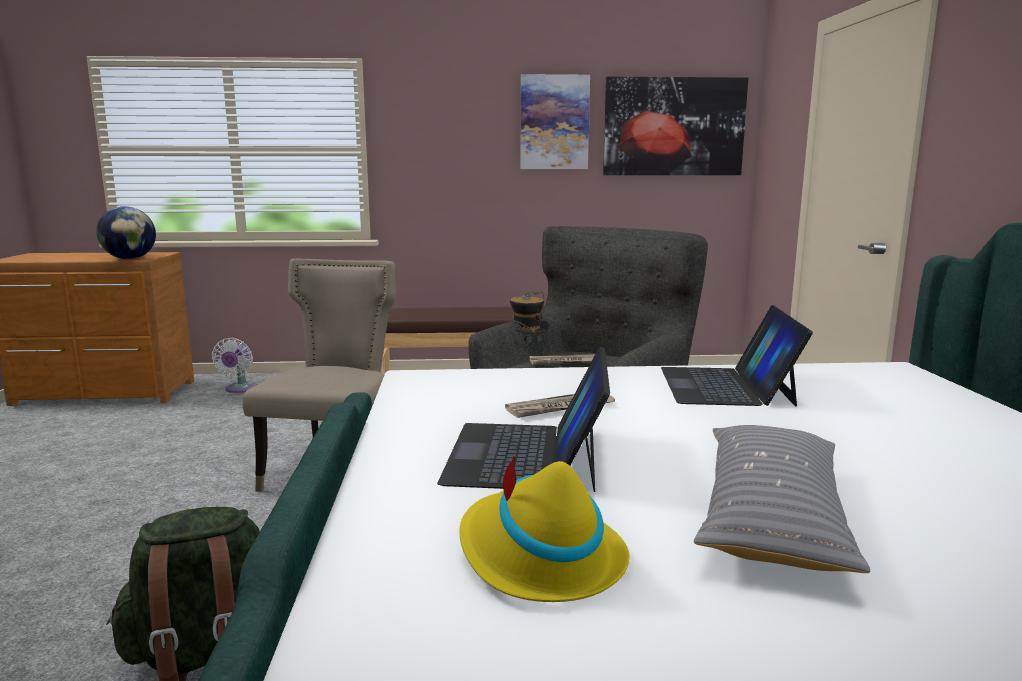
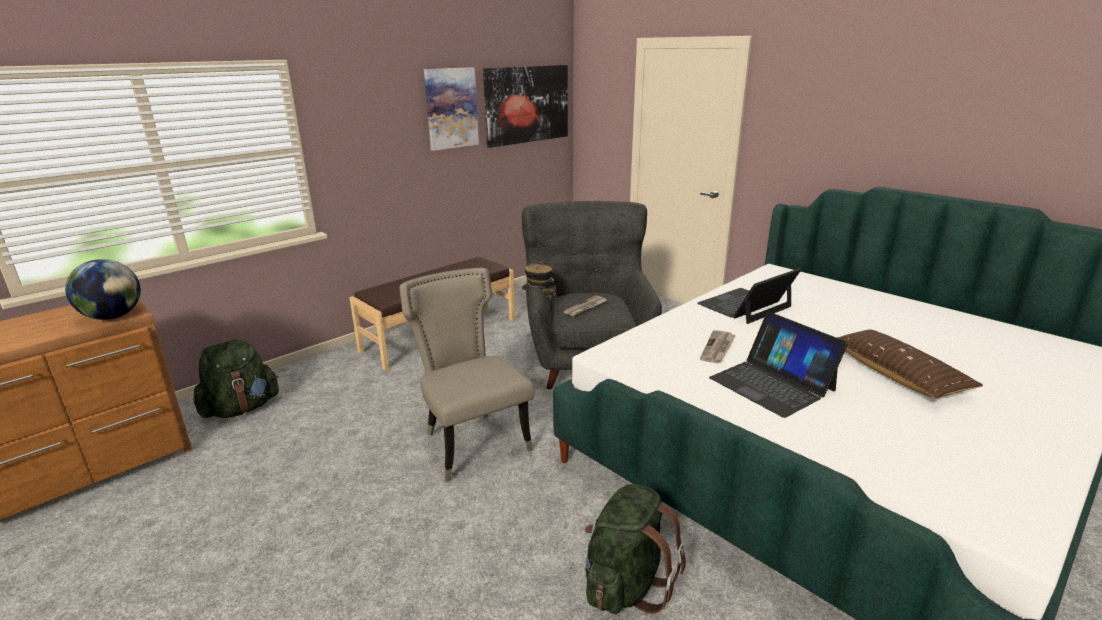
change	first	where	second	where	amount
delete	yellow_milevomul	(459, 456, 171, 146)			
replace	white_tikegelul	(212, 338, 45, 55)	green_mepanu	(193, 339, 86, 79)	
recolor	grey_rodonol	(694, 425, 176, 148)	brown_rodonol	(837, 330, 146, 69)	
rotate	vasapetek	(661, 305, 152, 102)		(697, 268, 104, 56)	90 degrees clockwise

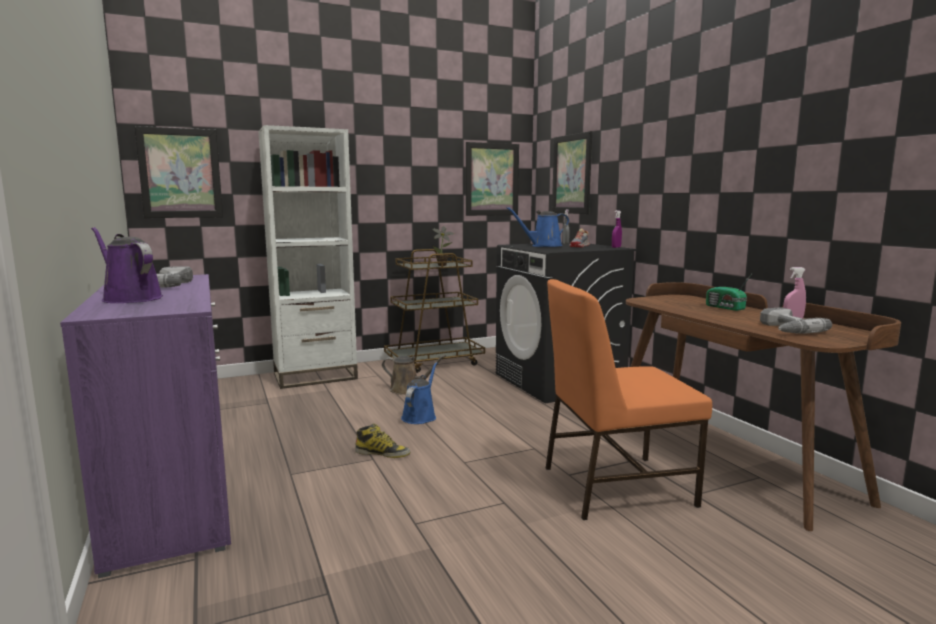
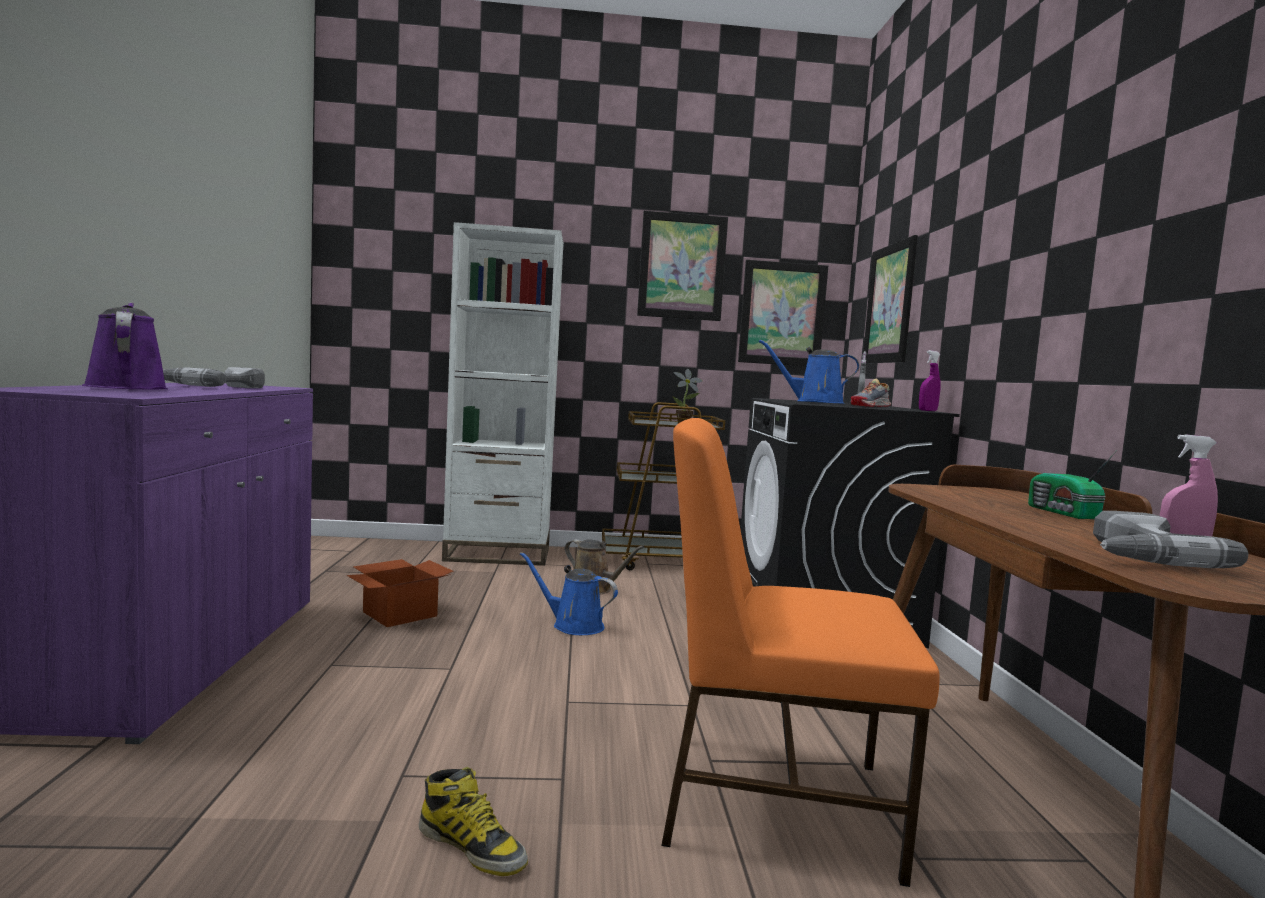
change	first	where	second	where	amount
insert			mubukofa	(346, 559, 107, 68)	
move	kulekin	(135, 126, 88, 92)		(637, 211, 91, 110)	
move	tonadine	(355, 423, 55, 35)		(419, 767, 109, 109)	
rotate	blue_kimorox	(401, 362, 36, 62)		(520, 552, 98, 83)	105 degrees counterclockwise

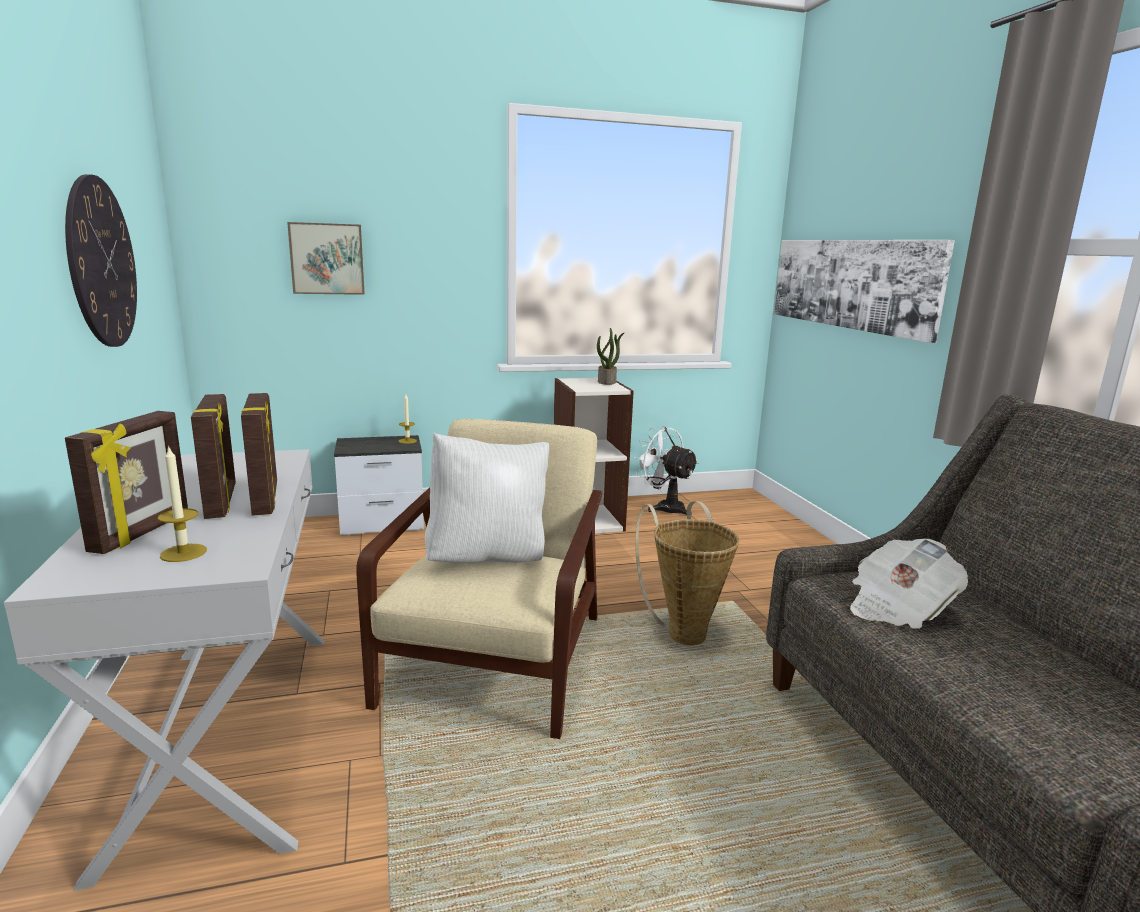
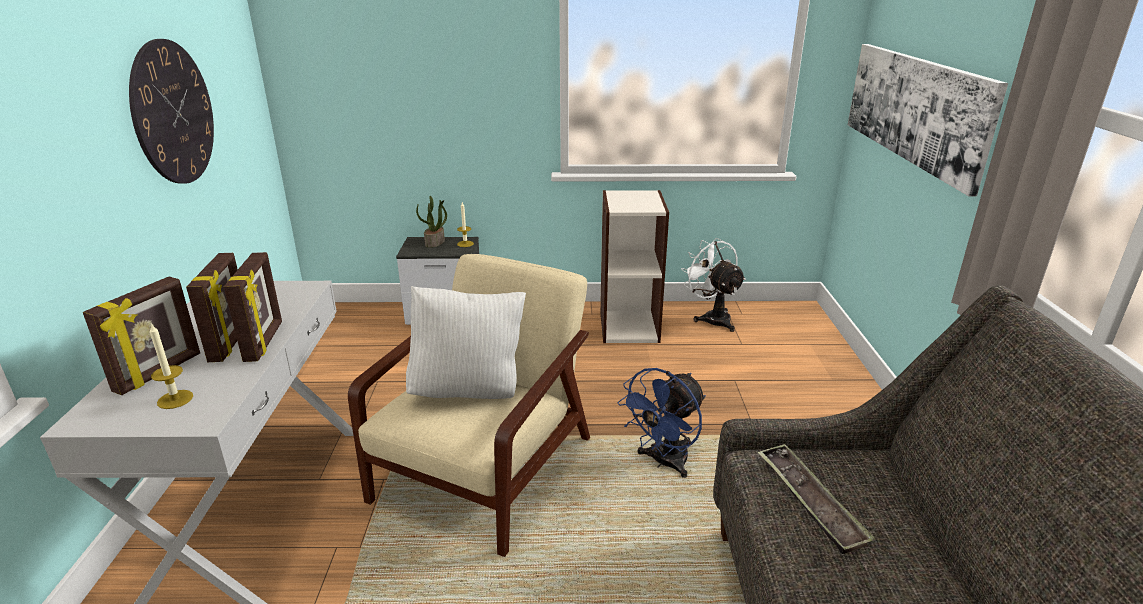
change	first	where	second	where	amount
delete	kulekin	(287, 222, 78, 73)			
move	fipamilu	(597, 328, 27, 57)		(416, 196, 31, 52)	
replace	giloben	(635, 501, 104, 144)	blue_tikegelul	(618, 368, 88, 110)	
replace	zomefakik	(850, 539, 118, 90)	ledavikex	(758, 444, 117, 110)	

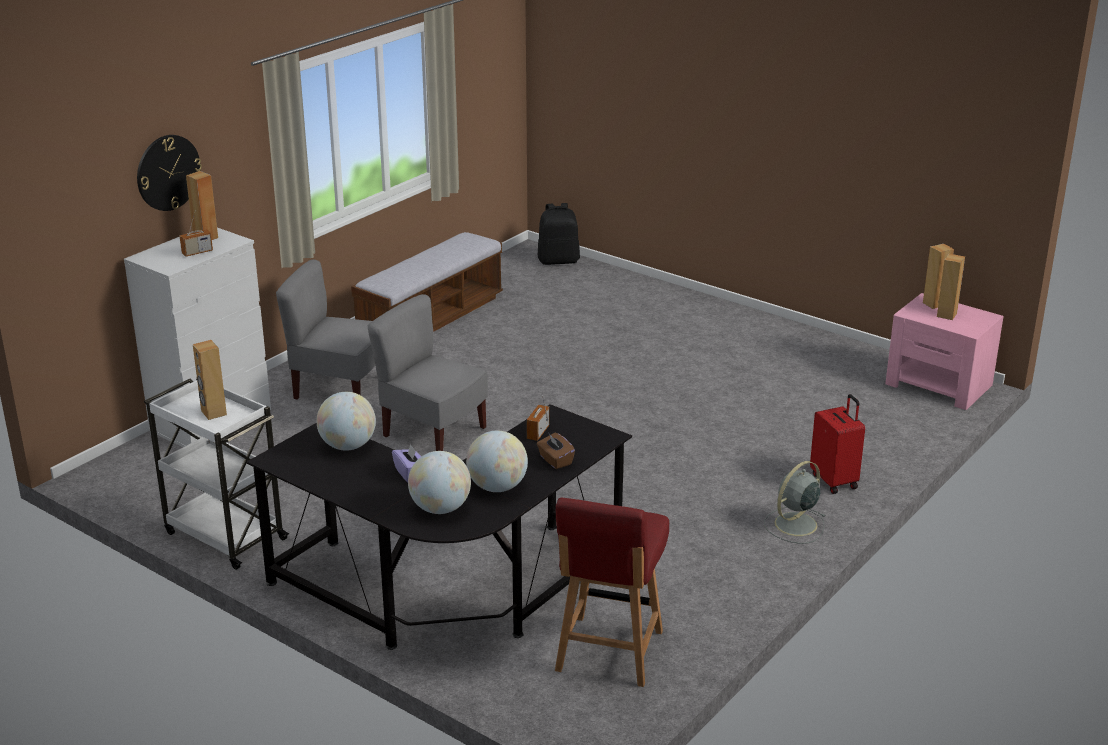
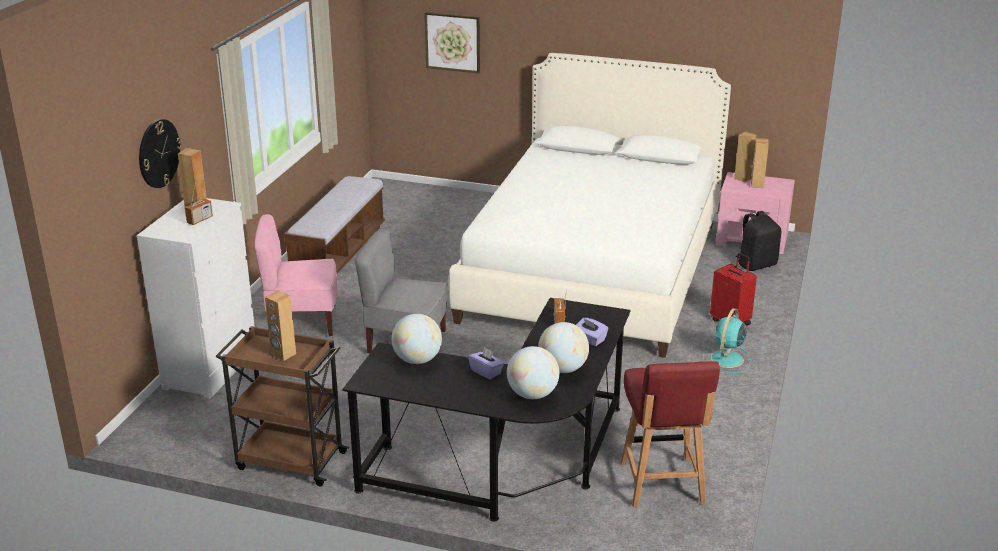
change	first	where	second	where	amount
insert			kulekin	(424, 12, 56, 61)	
insert			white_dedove	(449, 53, 282, 305)	
move	black_mepanu	(538, 203, 42, 62)		(736, 211, 45, 60)	
recolor	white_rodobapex	(144, 378, 145, 192)	brown_rodobapex	(216, 326, 134, 161)	
recolor	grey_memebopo	(276, 260, 99, 140)	pink_memebopo	(254, 214, 83, 123)	
recolor	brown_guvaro	(537, 433, 38, 36)	purple_guvaro	(576, 318, 32, 28)	
recolor	grey_tikegelul	(764, 461, 61, 83)	turquoise_tikegelul	(703, 308, 47, 65)	

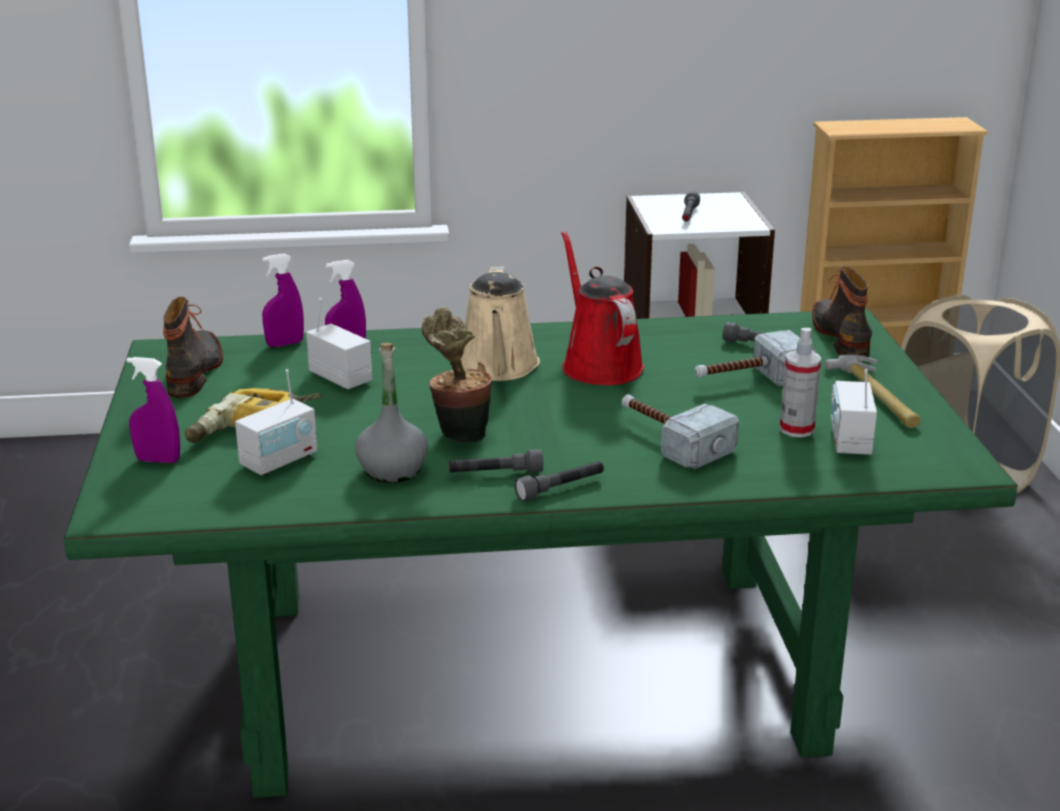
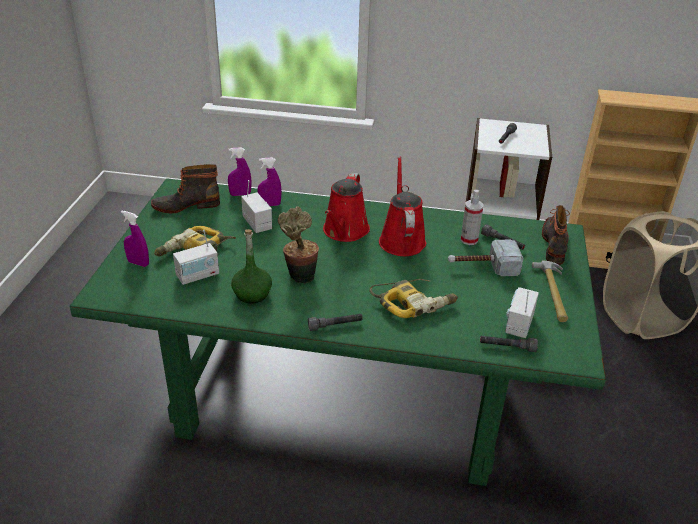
change	first	where	second	where	amount
move	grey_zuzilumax	(449, 449, 94, 24)		(480, 336, 58, 16)	
move	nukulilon	(780, 328, 41, 110)		(461, 190, 22, 55)	
replace	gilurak	(622, 394, 117, 75)	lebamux	(369, 279, 89, 39)	
recolor	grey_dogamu	(355, 343, 73, 140)	green_dogamu	(231, 229, 41, 75)	
recolor	beige_kimorox	(461, 266, 79, 115)	red_kimorox	(323, 173, 47, 69)	
rotate	tonadine	(163, 297, 60, 101)		(151, 164, 69, 49)	120 degrees counterclockwise

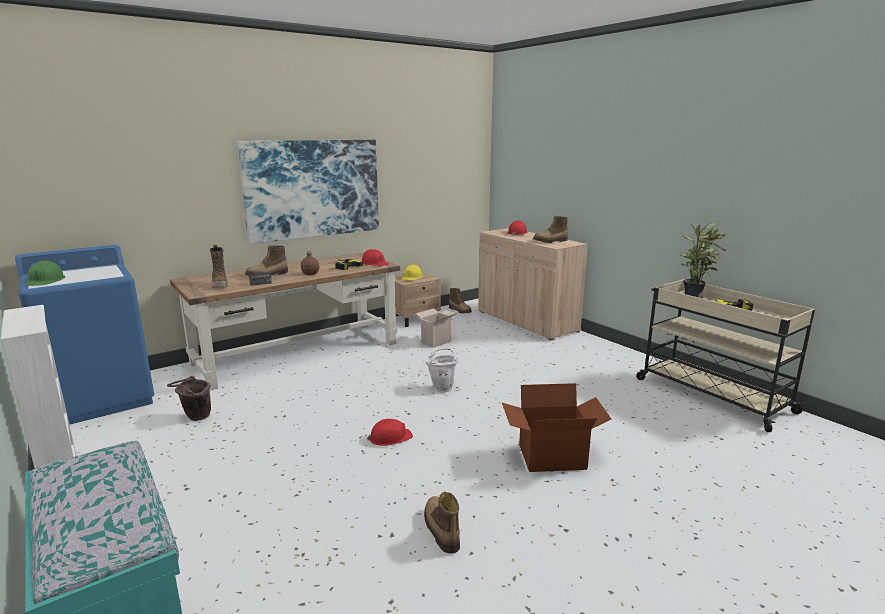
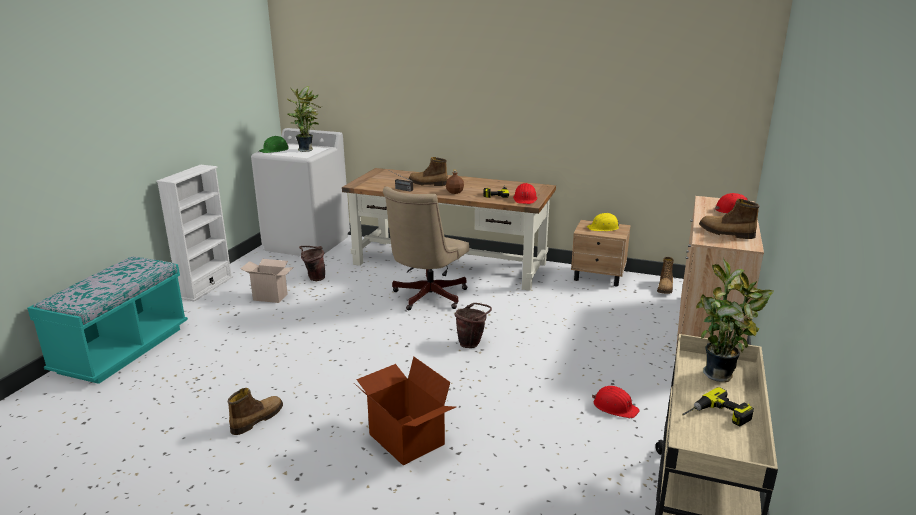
change	first	where	second	where	amount
delete	tonadine	(210, 245, 18, 43)			
delete	kulekin	(237, 140, 142, 104)			
insert			fipamilu	(287, 86, 34, 66)	
insert			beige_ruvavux	(383, 187, 86, 123)	
move	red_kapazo	(367, 419, 46, 27)		(592, 386, 48, 32)	
move	mubukofa	(415, 308, 42, 40)		(240, 259, 54, 44)	
recolor	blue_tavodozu	(15, 245, 139, 180)	white_tavodozu	(251, 128, 99, 128)	
recolor	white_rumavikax	(425, 348, 34, 44)	brown_rumavikax	(455, 303, 37, 45)	

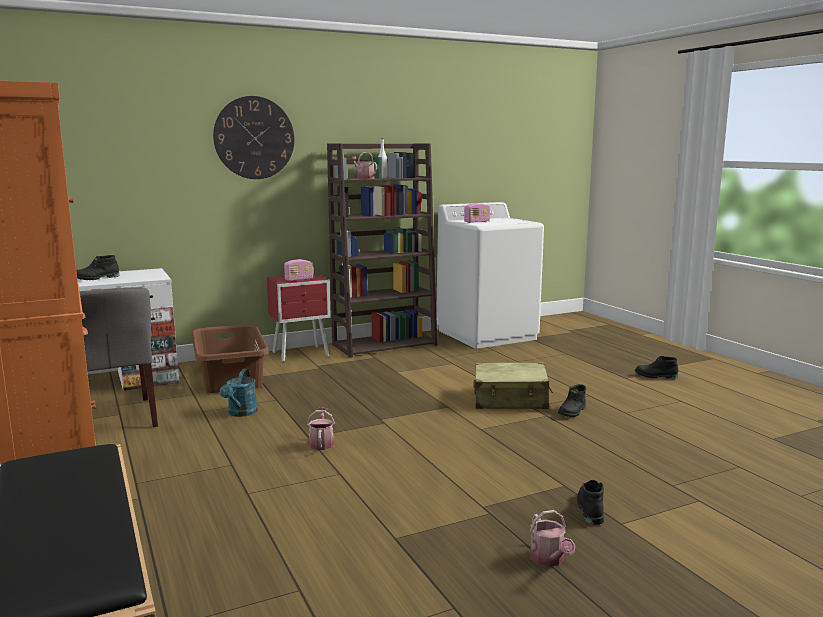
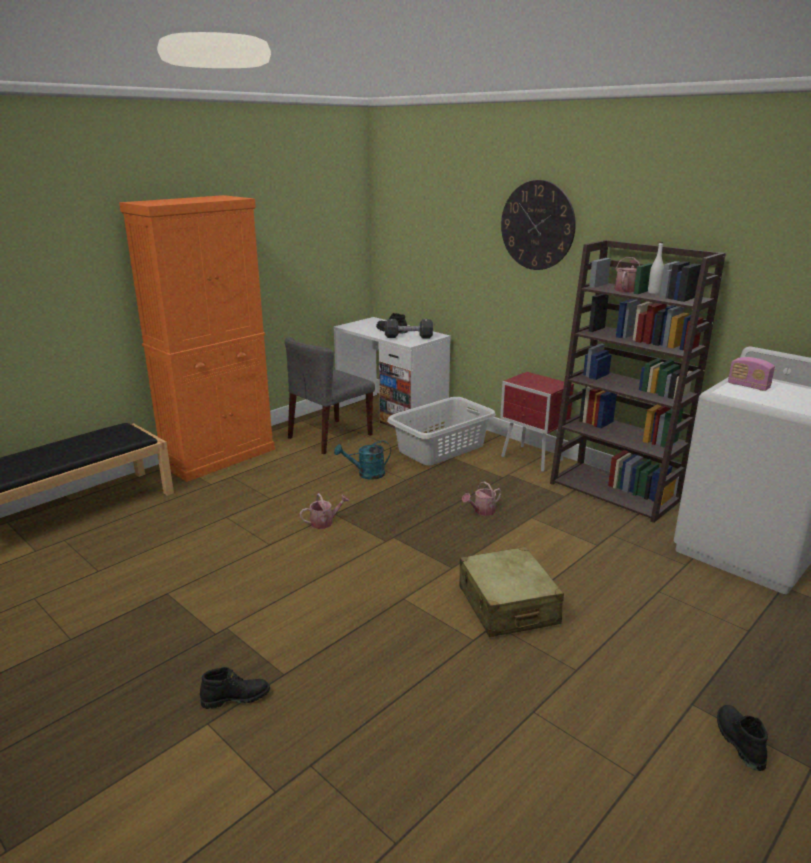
change	first	where	second	where	amount
delete	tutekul	(284, 259, 29, 22)			
delete	black_tonadine	(558, 384, 28, 33)			
insert			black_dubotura	(385, 319, 48, 19)	
move	kimorox	(529, 510, 46, 57)		(462, 481, 40, 35)	
recolor	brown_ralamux	(192, 324, 77, 69)	grey_ralamux	(387, 397, 109, 68)	

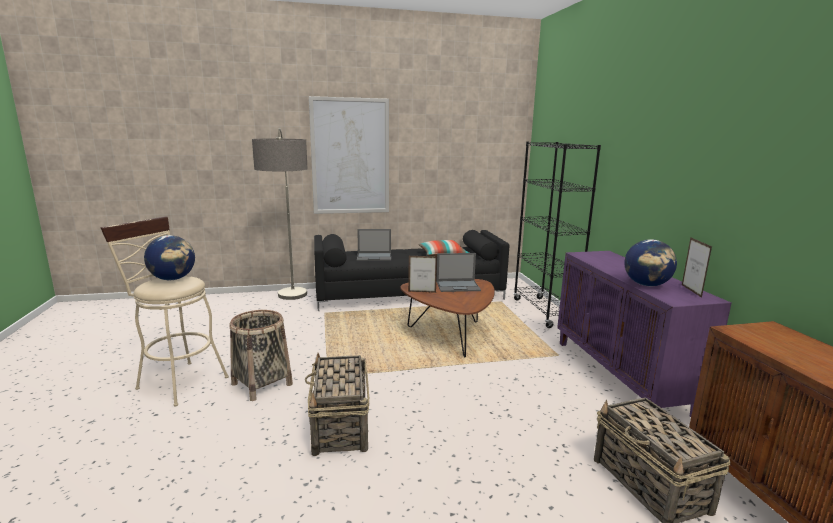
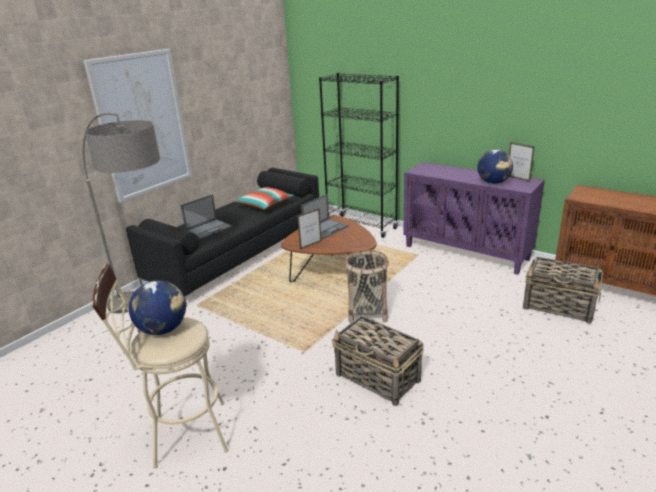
change	first	where	second	where	amount
move	giloben	(229, 310, 64, 91)		(345, 250, 44, 73)	

